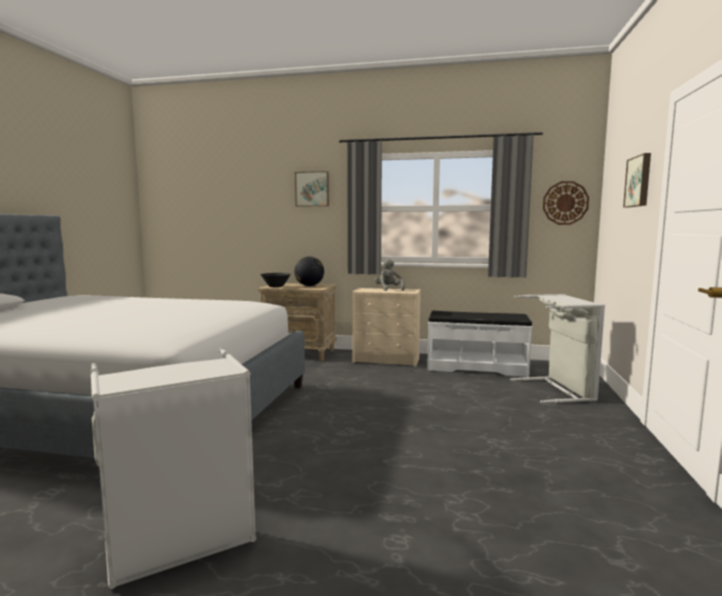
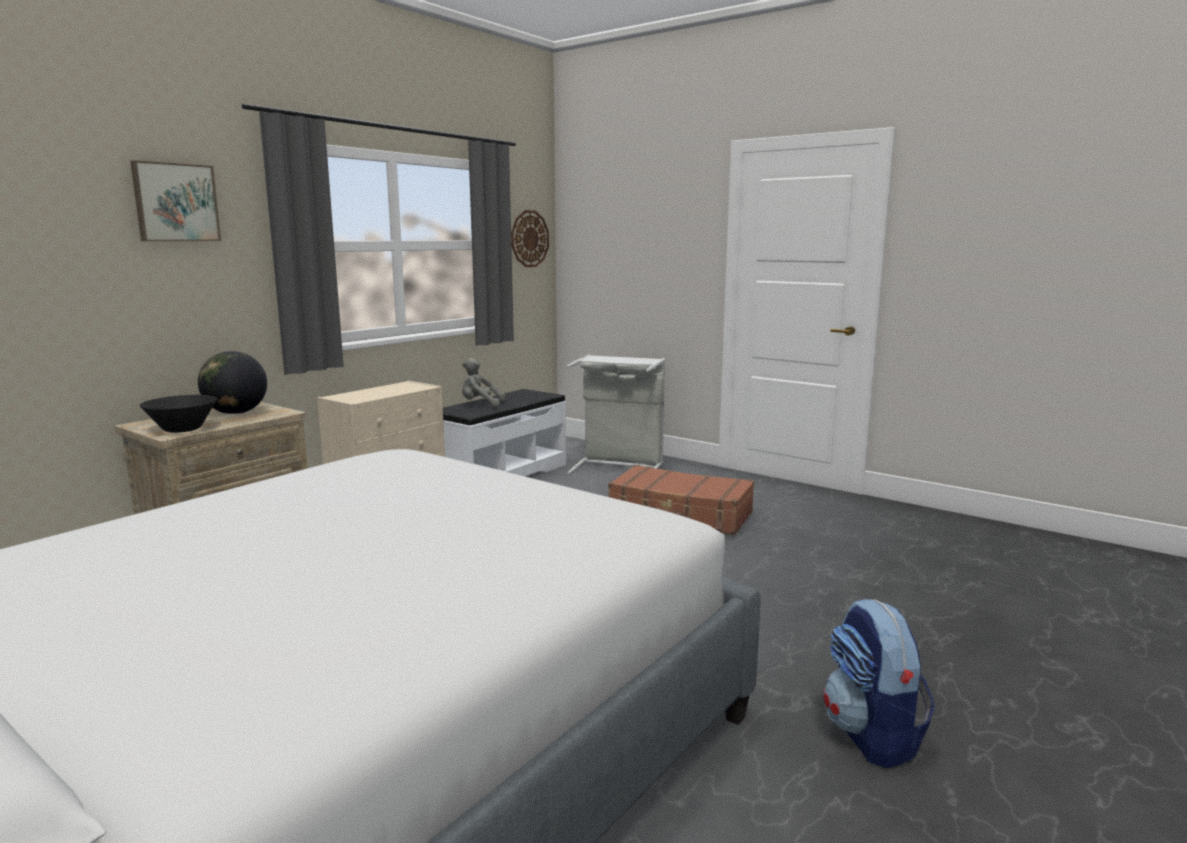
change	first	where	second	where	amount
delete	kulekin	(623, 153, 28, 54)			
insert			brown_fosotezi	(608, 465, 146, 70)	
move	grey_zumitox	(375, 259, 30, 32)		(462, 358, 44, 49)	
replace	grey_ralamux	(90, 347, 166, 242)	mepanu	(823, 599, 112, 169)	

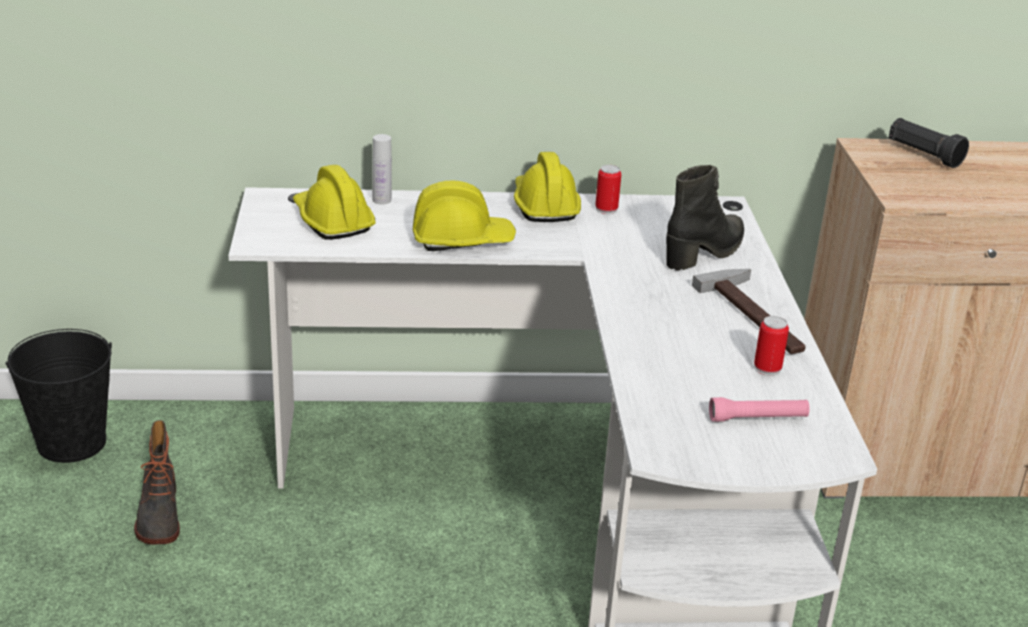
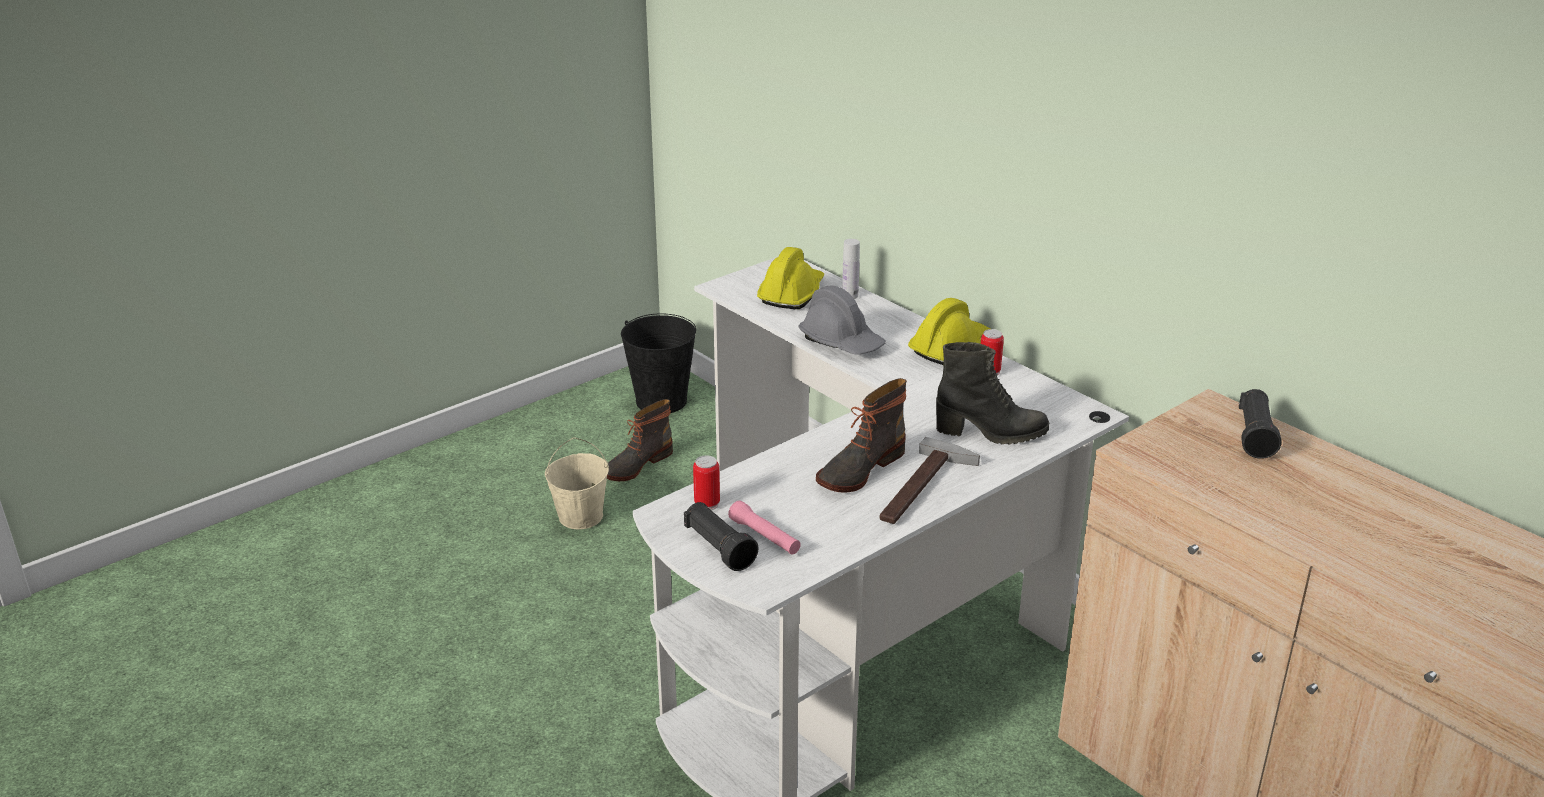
change	first	where	second	where	amount
insert			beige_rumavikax	(545, 437, 64, 92)	
insert			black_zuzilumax	(684, 502, 74, 69)	
insert			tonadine	(816, 378, 90, 115)	
move	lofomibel	(754, 316, 35, 60)		(693, 455, 27, 55)	
recolor	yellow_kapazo	(413, 180, 103, 71)	grey_kapazo	(798, 285, 88, 70)	

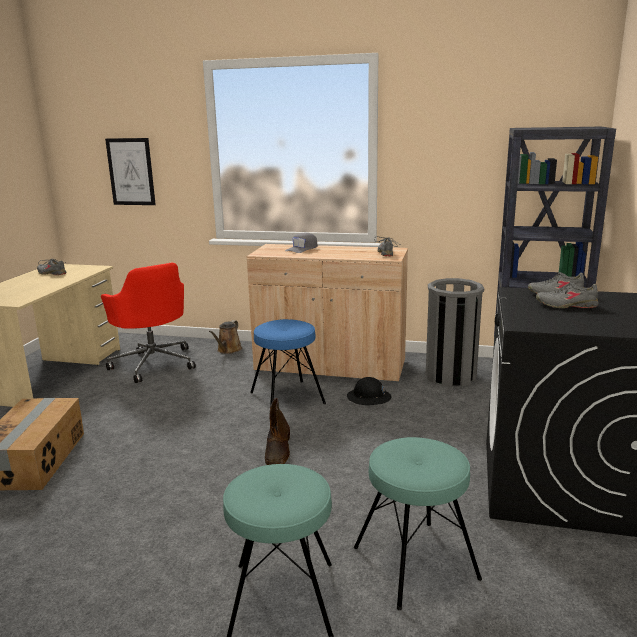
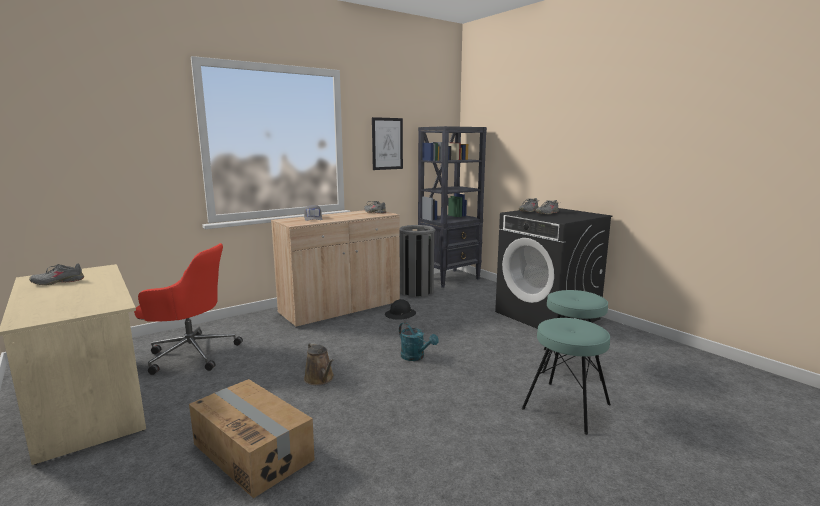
change	first	where	second	where	amount
delete	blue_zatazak	(250, 319, 76, 87)			
move	kulekin	(105, 138, 51, 67)		(372, 117, 31, 53)	
move	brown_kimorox	(209, 320, 33, 34)		(304, 342, 30, 43)	
replace	brown_tonadine	(265, 398, 25, 67)	turquoise_kimorox	(399, 322, 40, 39)	

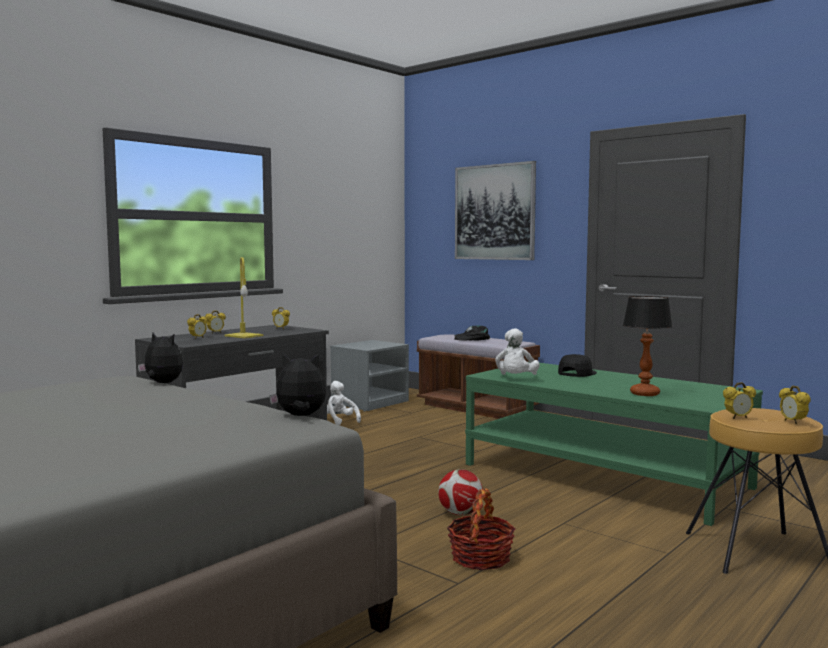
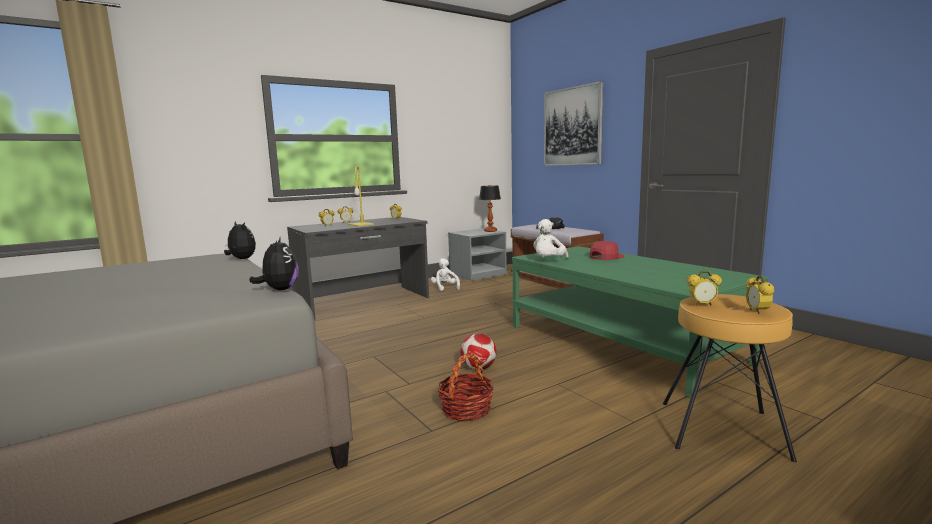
change	first	where	second	where	amount
move	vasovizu	(623, 296, 50, 100)		(479, 185, 22, 47)	
recolor	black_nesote	(558, 354, 39, 23)	red_nesote	(590, 241, 34, 19)	
rotate	zumitox	(269, 353, 57, 63)		(249, 236, 50, 54)	60 degrees clockwise

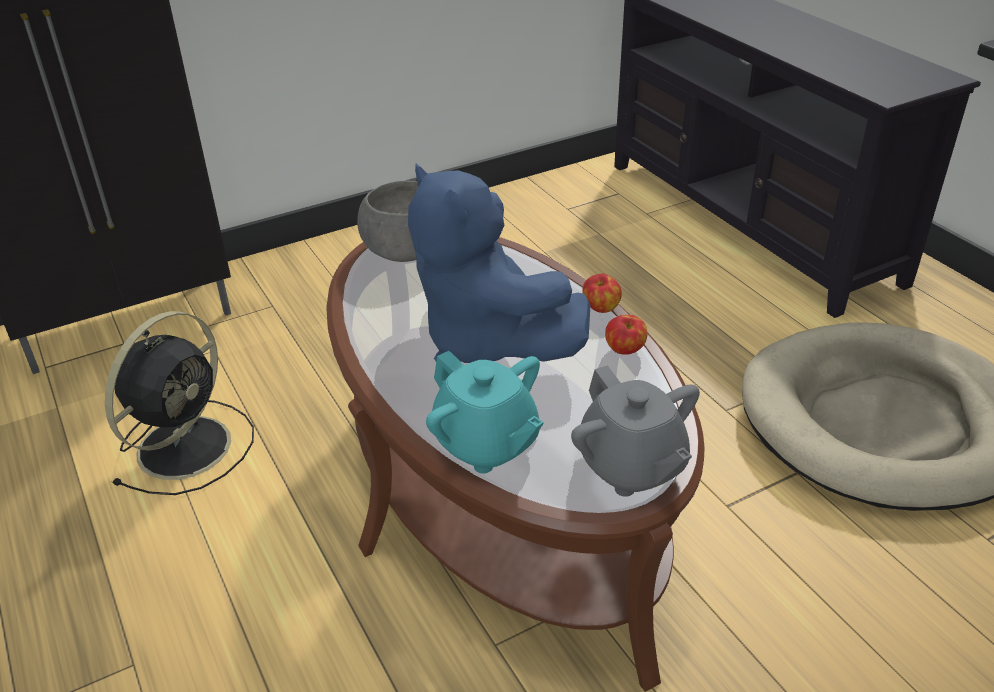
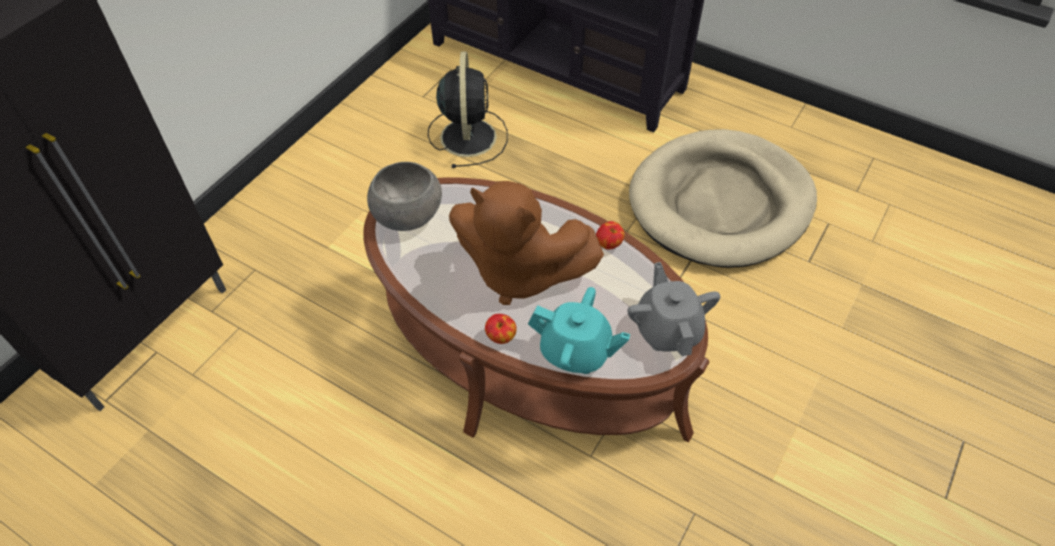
change	first	where	second	where	amount
move	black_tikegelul	(105, 311, 149, 184)		(428, 52, 80, 116)	
move	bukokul	(582, 274, 40, 39)		(485, 314, 32, 30)	
recolor	blue_zumitox	(408, 163, 183, 200)	brown_zumitox	(449, 181, 155, 124)	
rotate	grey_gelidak	(571, 365, 129, 132)		(627, 262, 93, 94)	135 degrees counterclockwise

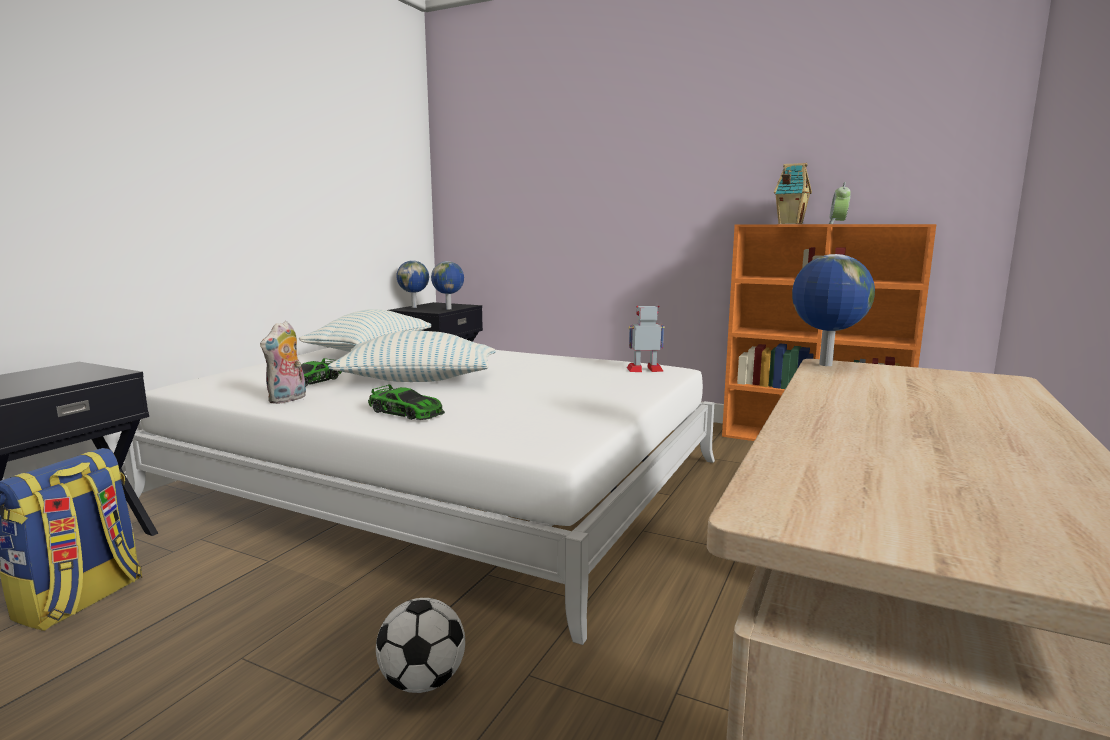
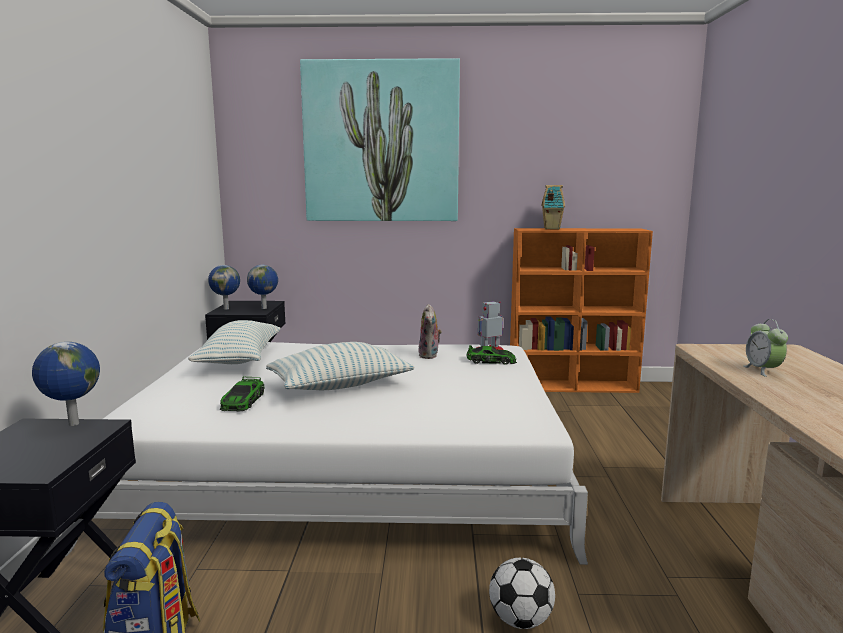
change	first	where	second	where	amount
insert			kulekin	(300, 58, 160, 163)	
move	zumitox	(260, 321, 46, 83)		(419, 304, 23, 55)	
move	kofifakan	(368, 384, 77, 36)		(467, 345, 50, 20)	
move	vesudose	(792, 254, 83, 112)		(32, 342, 68, 84)	
move	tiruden	(829, 182, 22, 42)		(743, 319, 45, 58)	

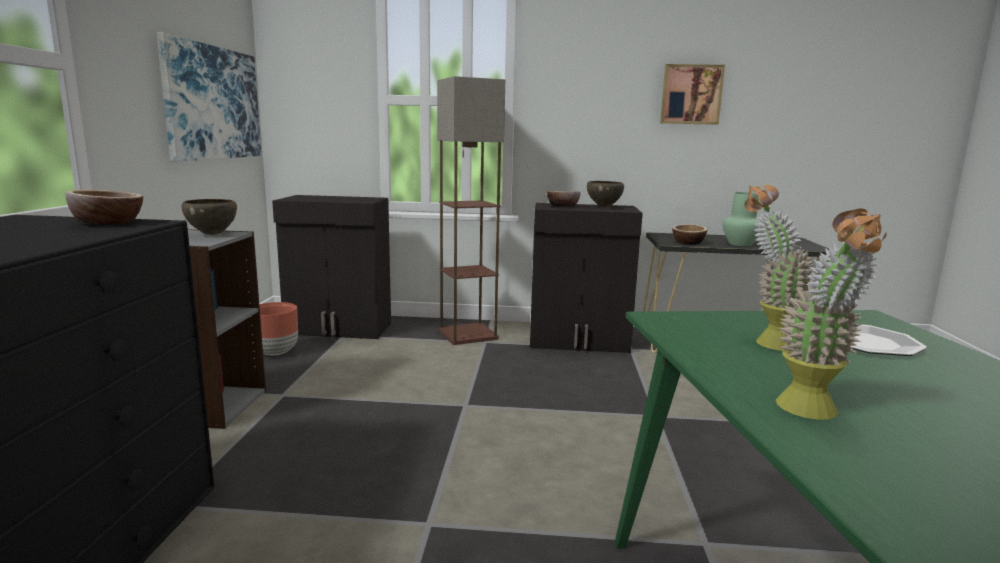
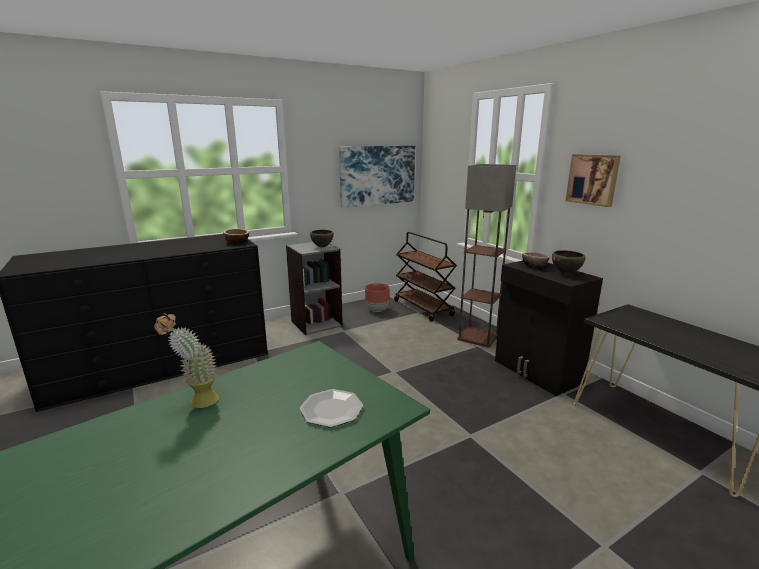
change	first	where	second	where	amount
delete	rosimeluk	(672, 224, 35, 21)			
delete	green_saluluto	(723, 192, 36, 54)			
delete	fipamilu	(745, 185, 69, 166)			
move	kulekin	(660, 64, 65, 61)		(566, 154, 55, 53)	
replace	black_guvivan	(272, 195, 119, 144)	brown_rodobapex	(394, 232, 63, 90)	

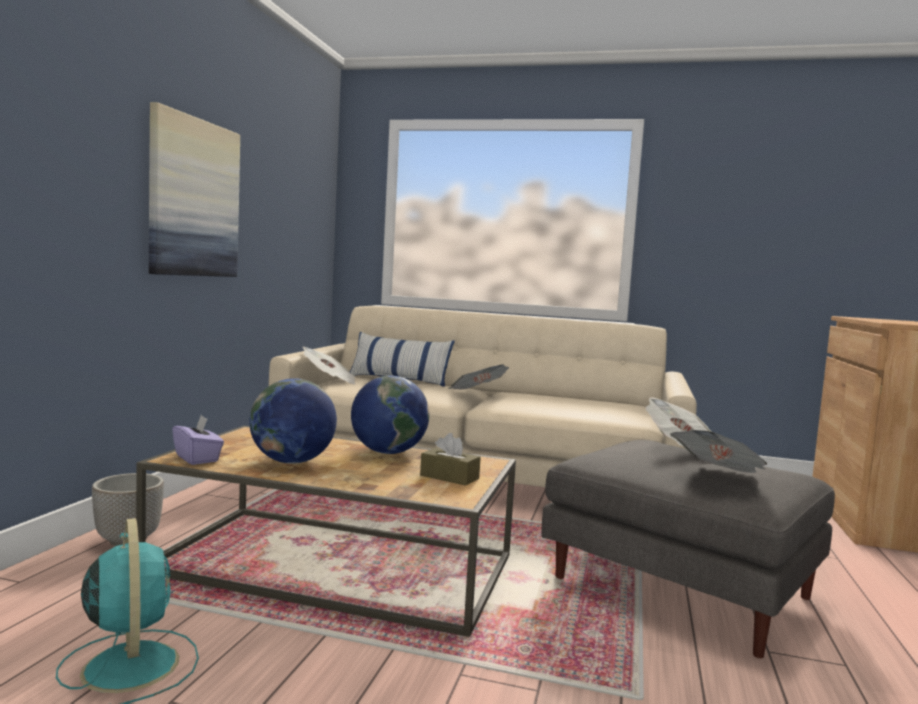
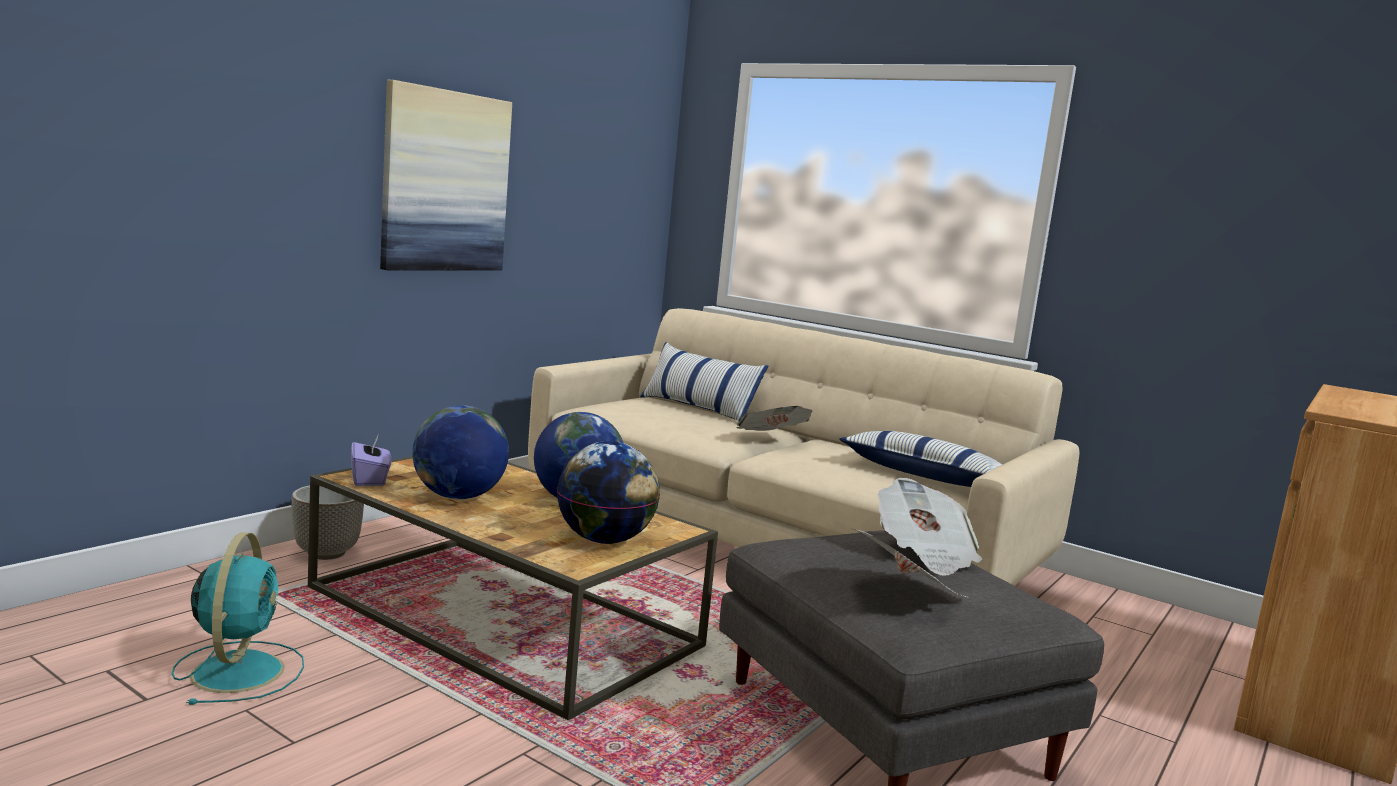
change	first	where	second	where	amount
delete	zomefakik	(303, 347, 53, 37)			
insert			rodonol	(839, 431, 163, 56)	
replace	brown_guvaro	(420, 433, 61, 53)	vesudose	(557, 441, 103, 103)	

